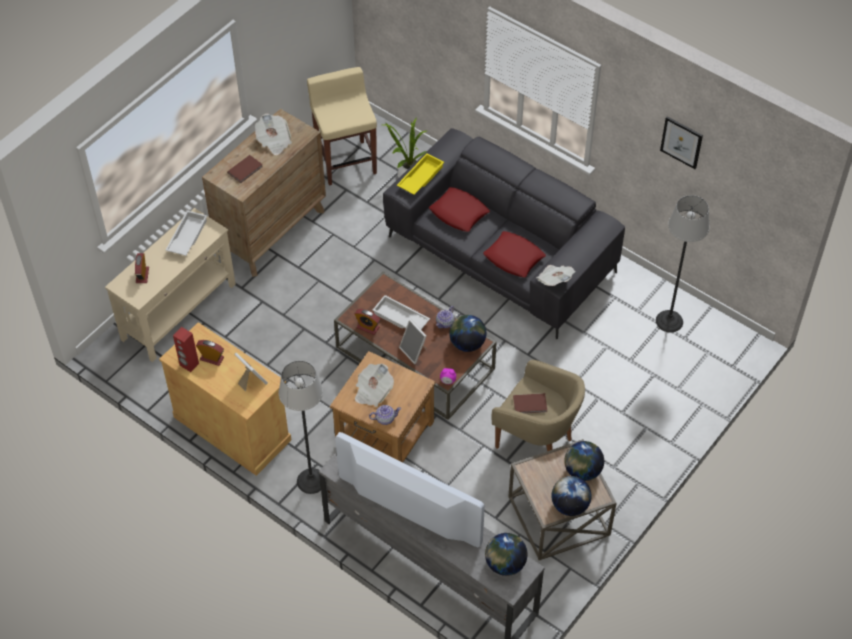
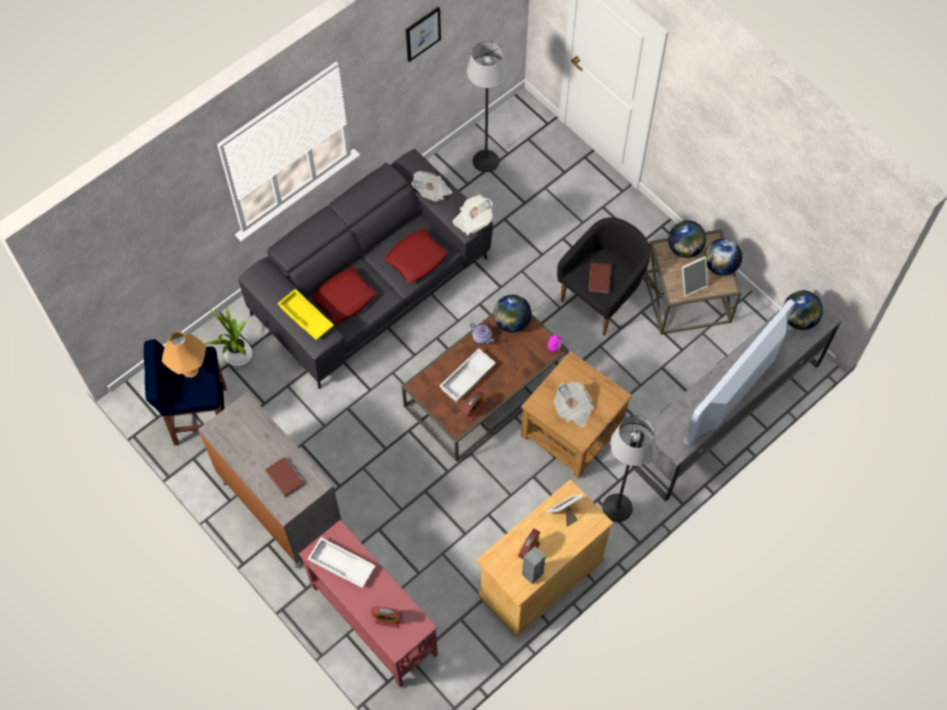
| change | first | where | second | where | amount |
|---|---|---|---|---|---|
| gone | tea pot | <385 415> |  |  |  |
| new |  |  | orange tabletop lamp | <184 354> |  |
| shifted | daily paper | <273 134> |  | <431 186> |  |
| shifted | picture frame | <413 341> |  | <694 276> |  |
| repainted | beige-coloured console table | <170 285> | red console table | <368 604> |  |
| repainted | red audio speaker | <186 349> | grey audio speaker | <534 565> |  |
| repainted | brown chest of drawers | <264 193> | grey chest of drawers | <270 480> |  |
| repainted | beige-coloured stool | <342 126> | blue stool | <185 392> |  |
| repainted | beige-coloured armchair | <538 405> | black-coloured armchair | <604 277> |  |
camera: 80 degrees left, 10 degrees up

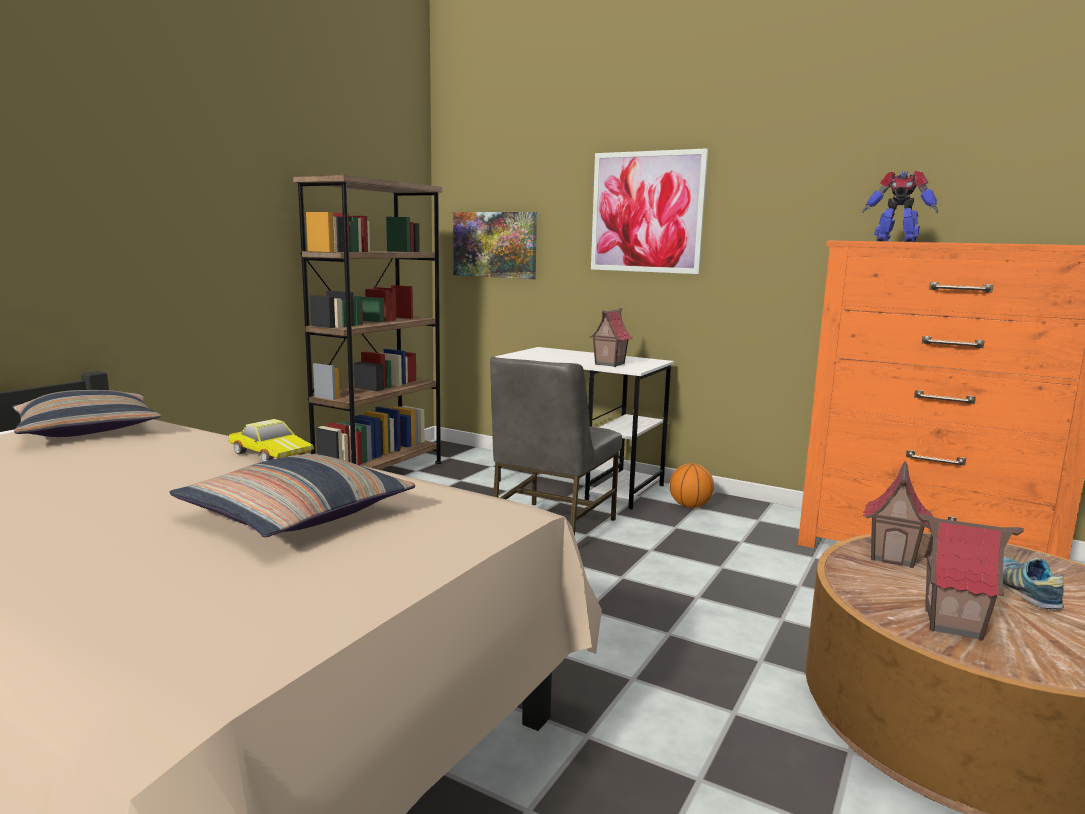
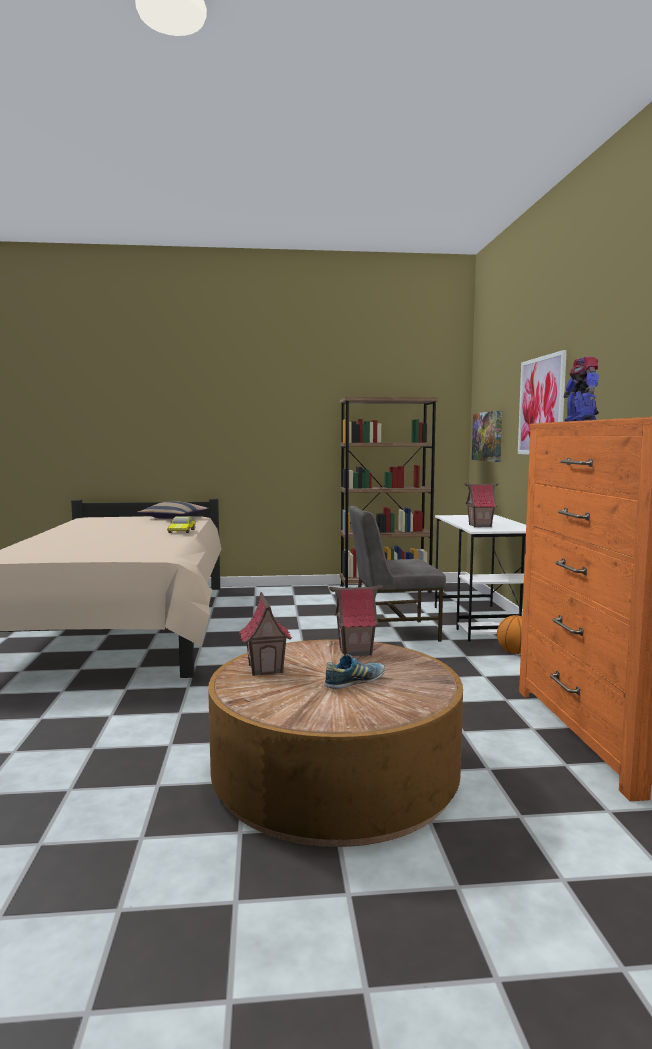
| change | first | where | second | where | amount |
|---|---|---|---|---|---|
| gone | throw pillow | <292 495> |  |  |  |
camera: 55 degrees right, 5 degrees down

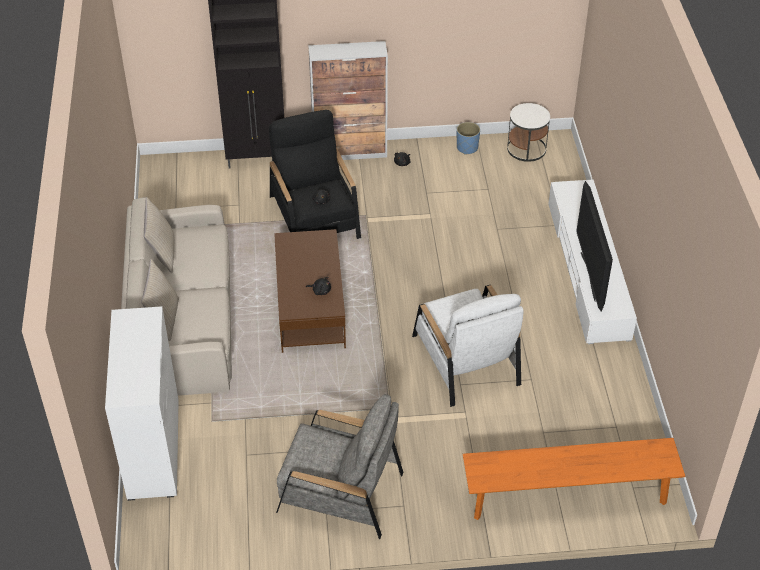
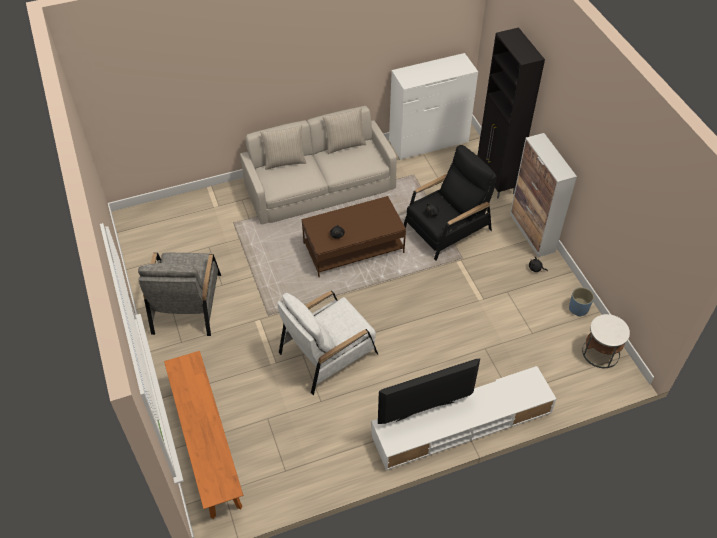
| change | first | where | second | where | amount |
|---|---|---|---|---|---|
| shifted | white chest of drawers | <142 403> |  | <433 106> |  |
camera: 75 degrees right, 5 degrees up

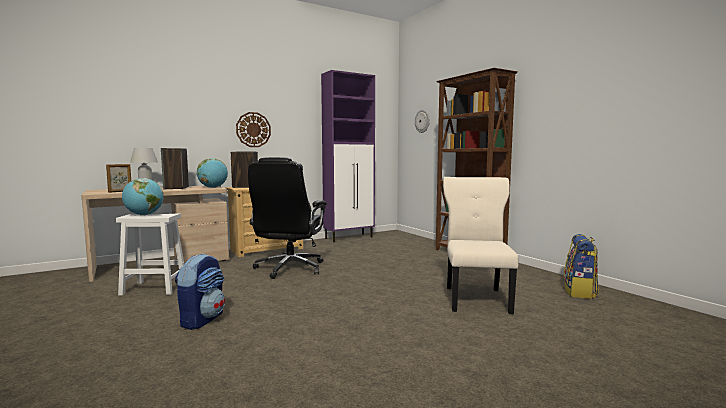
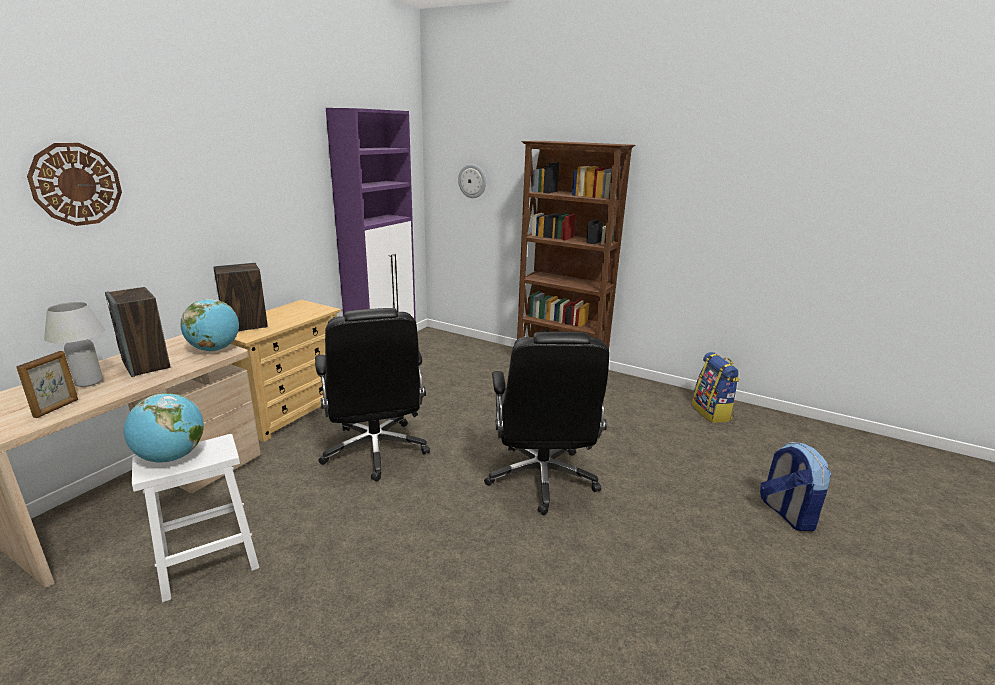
| change | first | where | second | where | amount |
|---|---|---|---|---|---|
| gone | beige-coloured plain chair | <481 246> |  |  |  |
| new |  |  | black-coloured desk chair | <546 423> |  |
| shifted | backpack | <200 291> |  | <795 486> |  |
| shifted | hanging clock | <253 129> |  | <74 184> |  |
camera: 30 degrees left, 15 degrees up

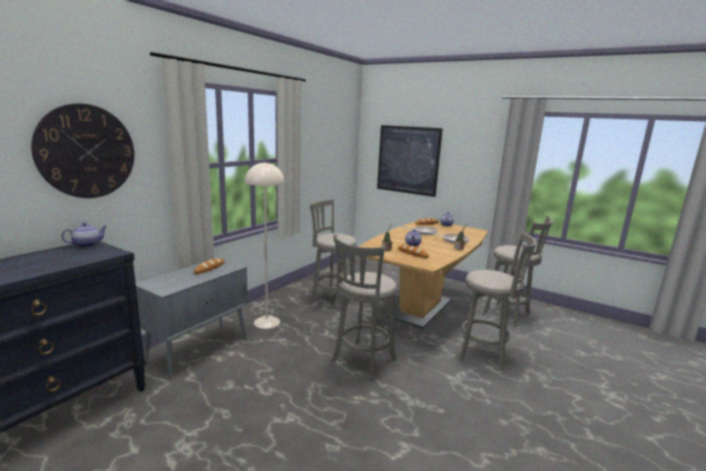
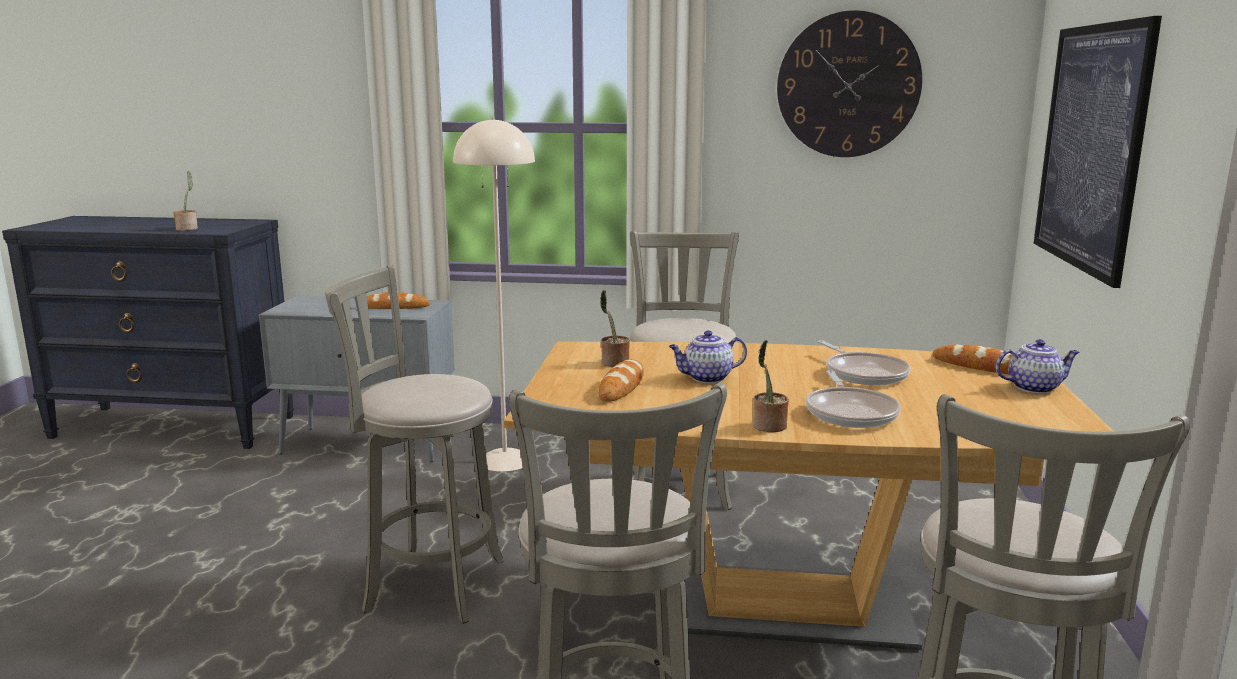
| change | first | where | second | where | amount |
|---|---|---|---|---|---|
| gone | tea pot | <84 235> |  |  |  |
| new |  |  | plant in a pot | <185 201> |  |
| shifted | hanging clock | <82 150> |  | <849 83> |  |
camera: 65 degrees right, 0 degrees up

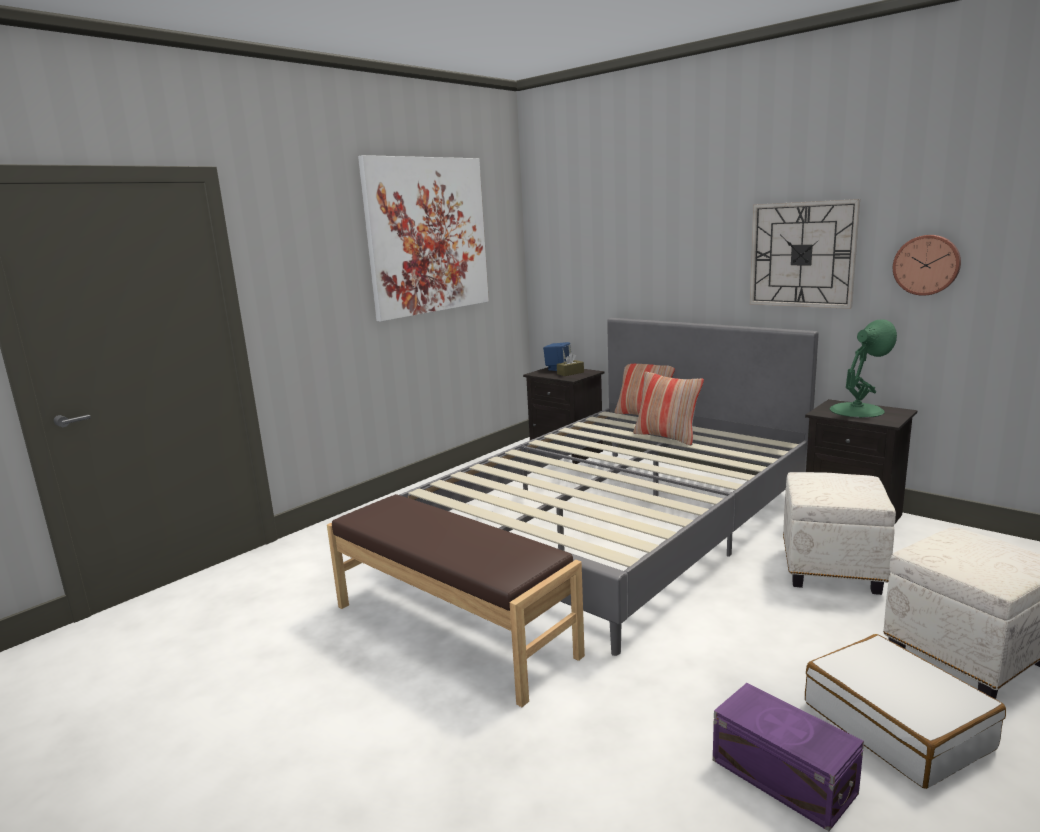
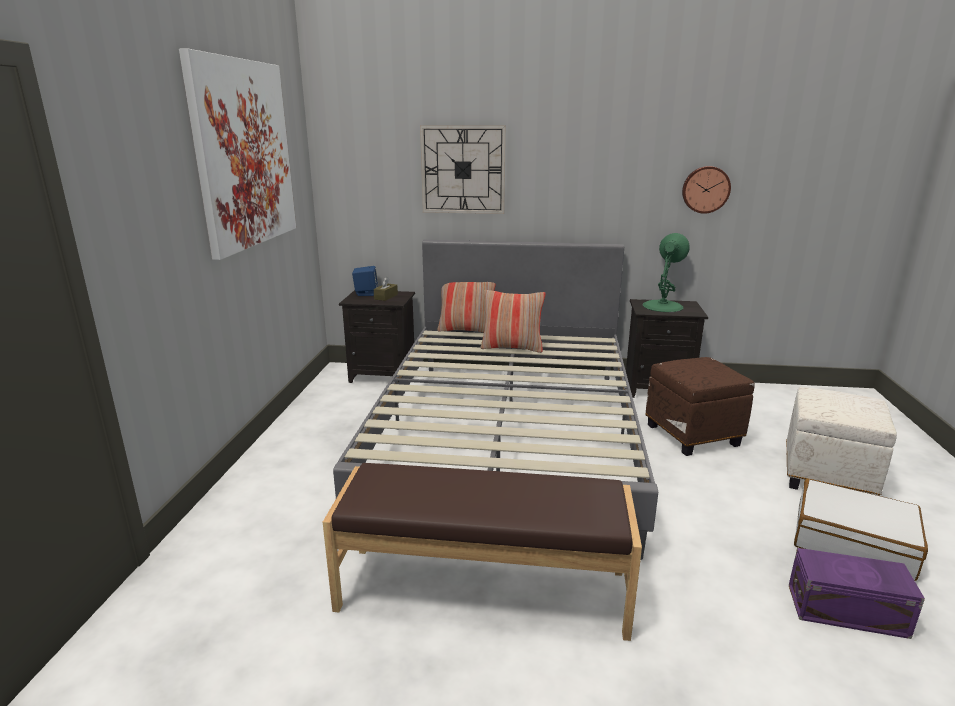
| change | first | where | second | where | amount |
|---|---|---|---|---|---|
| shifted | hanging clock | <805 254> |  | <463 169> |  |
| repainted | white footrest | <839 533> | brown footrest | <700 406> |  |
camera: 35 degrees left, 5 degrees up

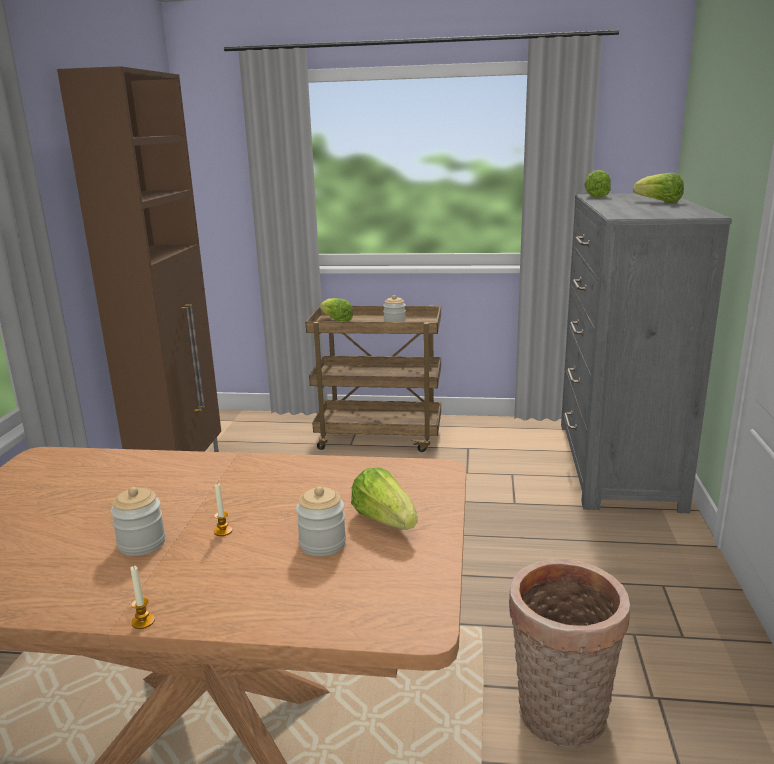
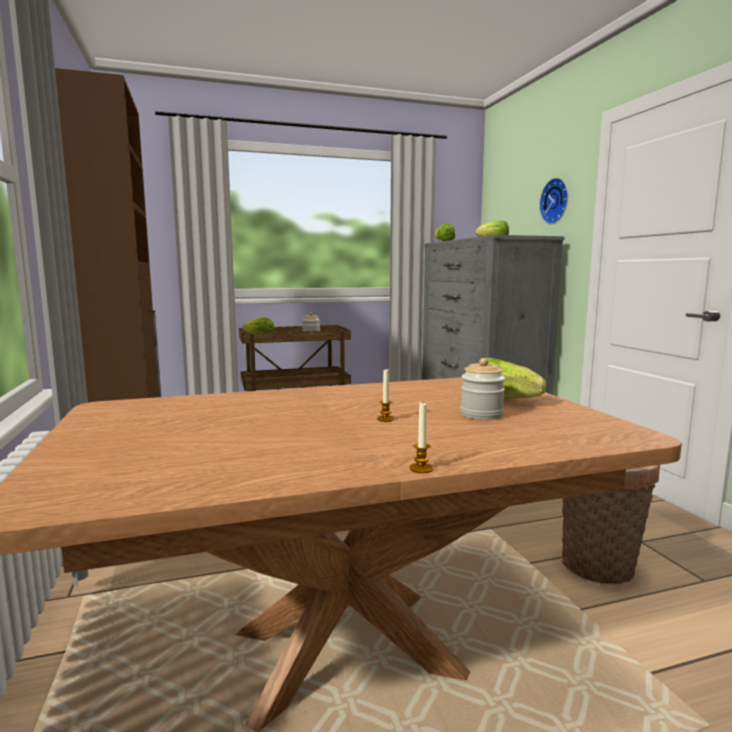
| change | first | where | second | where | amount |
|---|---|---|---|---|---|
| gone | jar | <138 521> |  |  |  |
| new |  |  | hanging clock | <553 201> |  |
camera: 25 degrees left, 10 degrees down

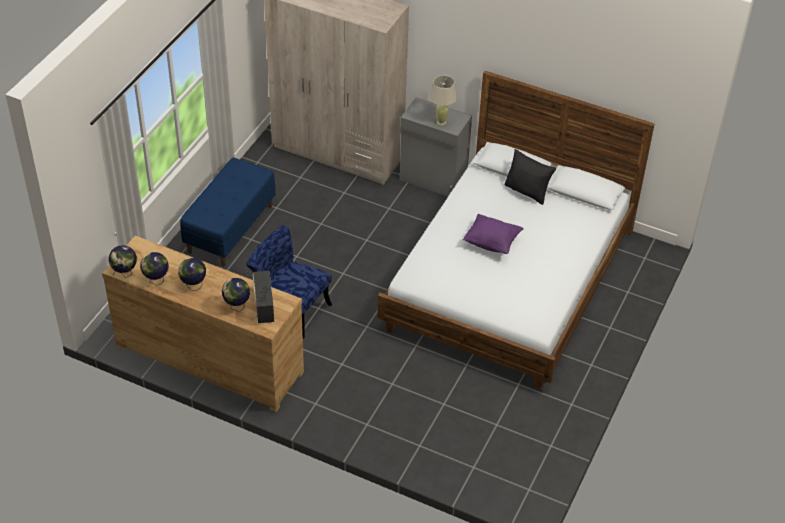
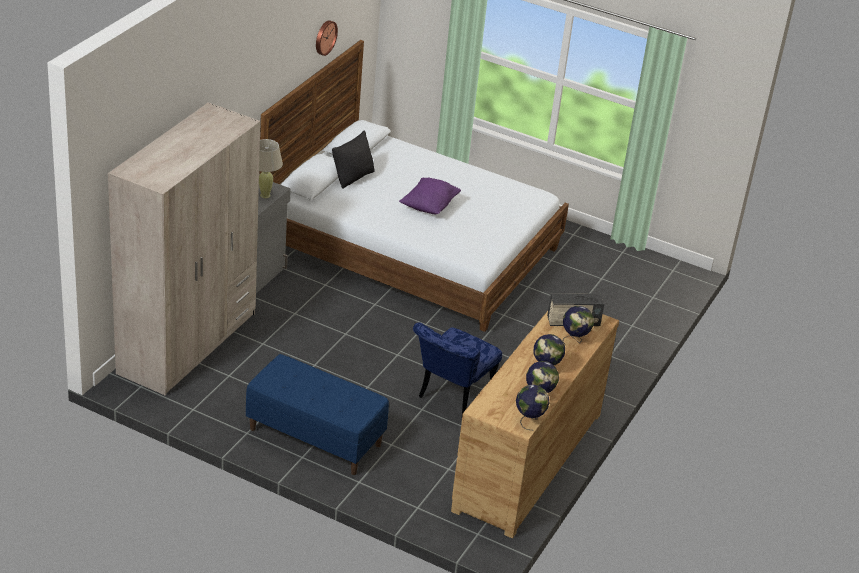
| change | first | where | second | where | amount |
|---|---|---|---|---|---|
| new |  |  | hanging clock | <327 38> |  |
camera: 90 degrees left, 10 degrees down

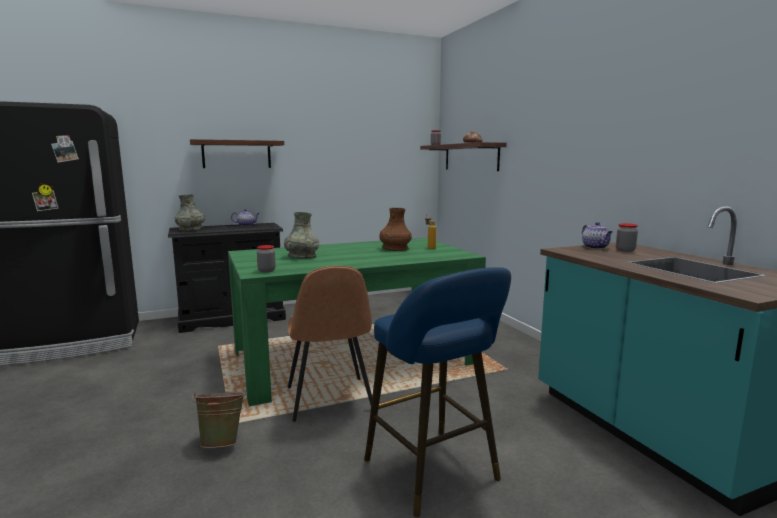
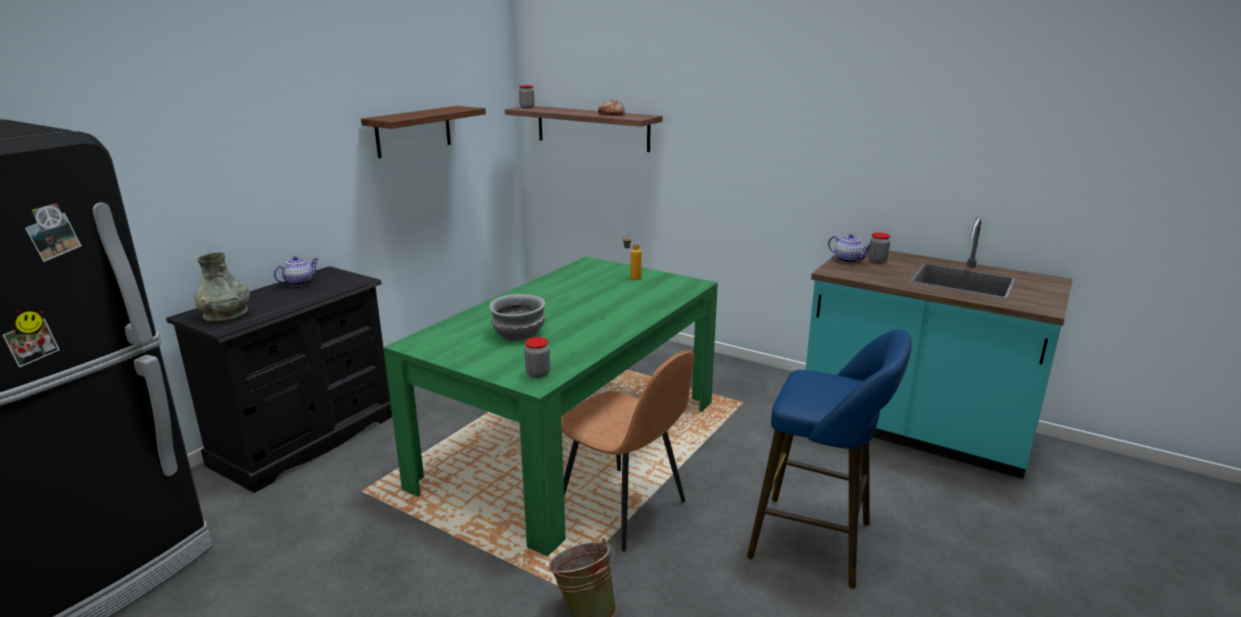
| change | first | where | second | where | amount |
|---|---|---|---|---|---|
| gone | brown decorative vase | <395 229> |  |  |  |
| shifted | bracket shelf | <237 153> |  | <423 132> |  |
| swapped | grey decorative vase | <301 235> | grey serving bowl | <517 317> |  |
camera: 35 degrees left, 10 degrees up

